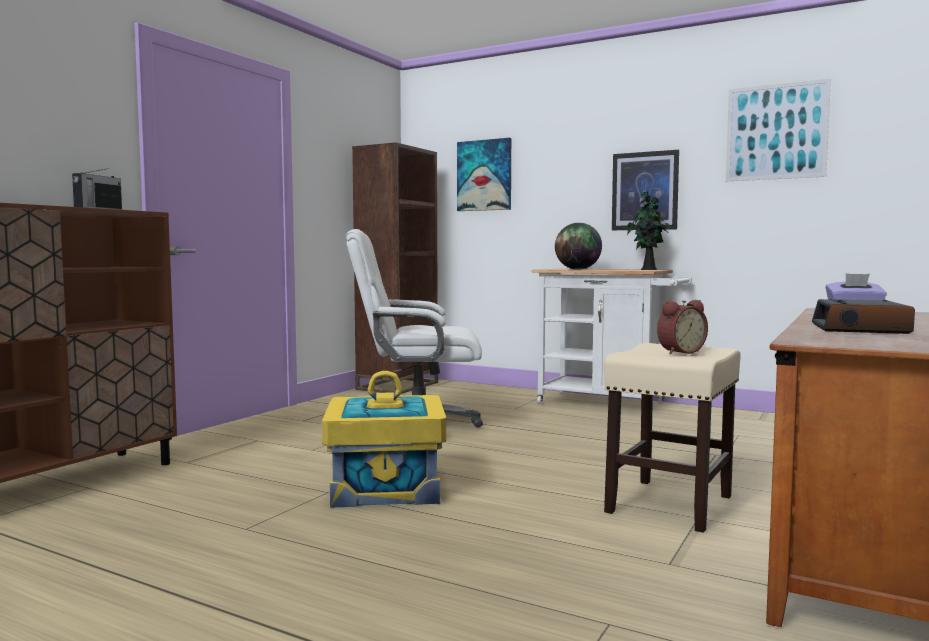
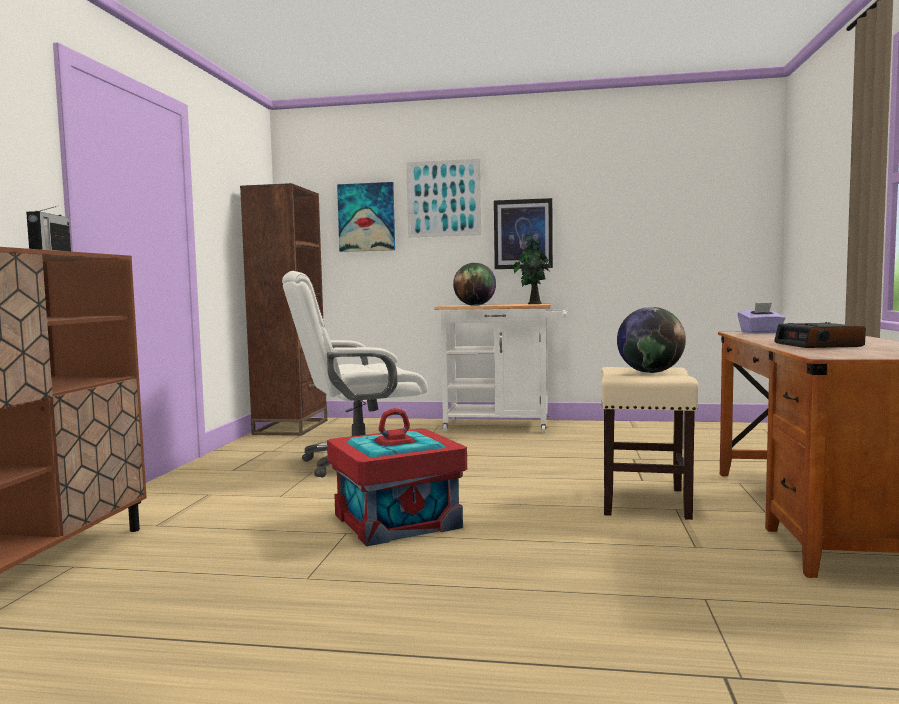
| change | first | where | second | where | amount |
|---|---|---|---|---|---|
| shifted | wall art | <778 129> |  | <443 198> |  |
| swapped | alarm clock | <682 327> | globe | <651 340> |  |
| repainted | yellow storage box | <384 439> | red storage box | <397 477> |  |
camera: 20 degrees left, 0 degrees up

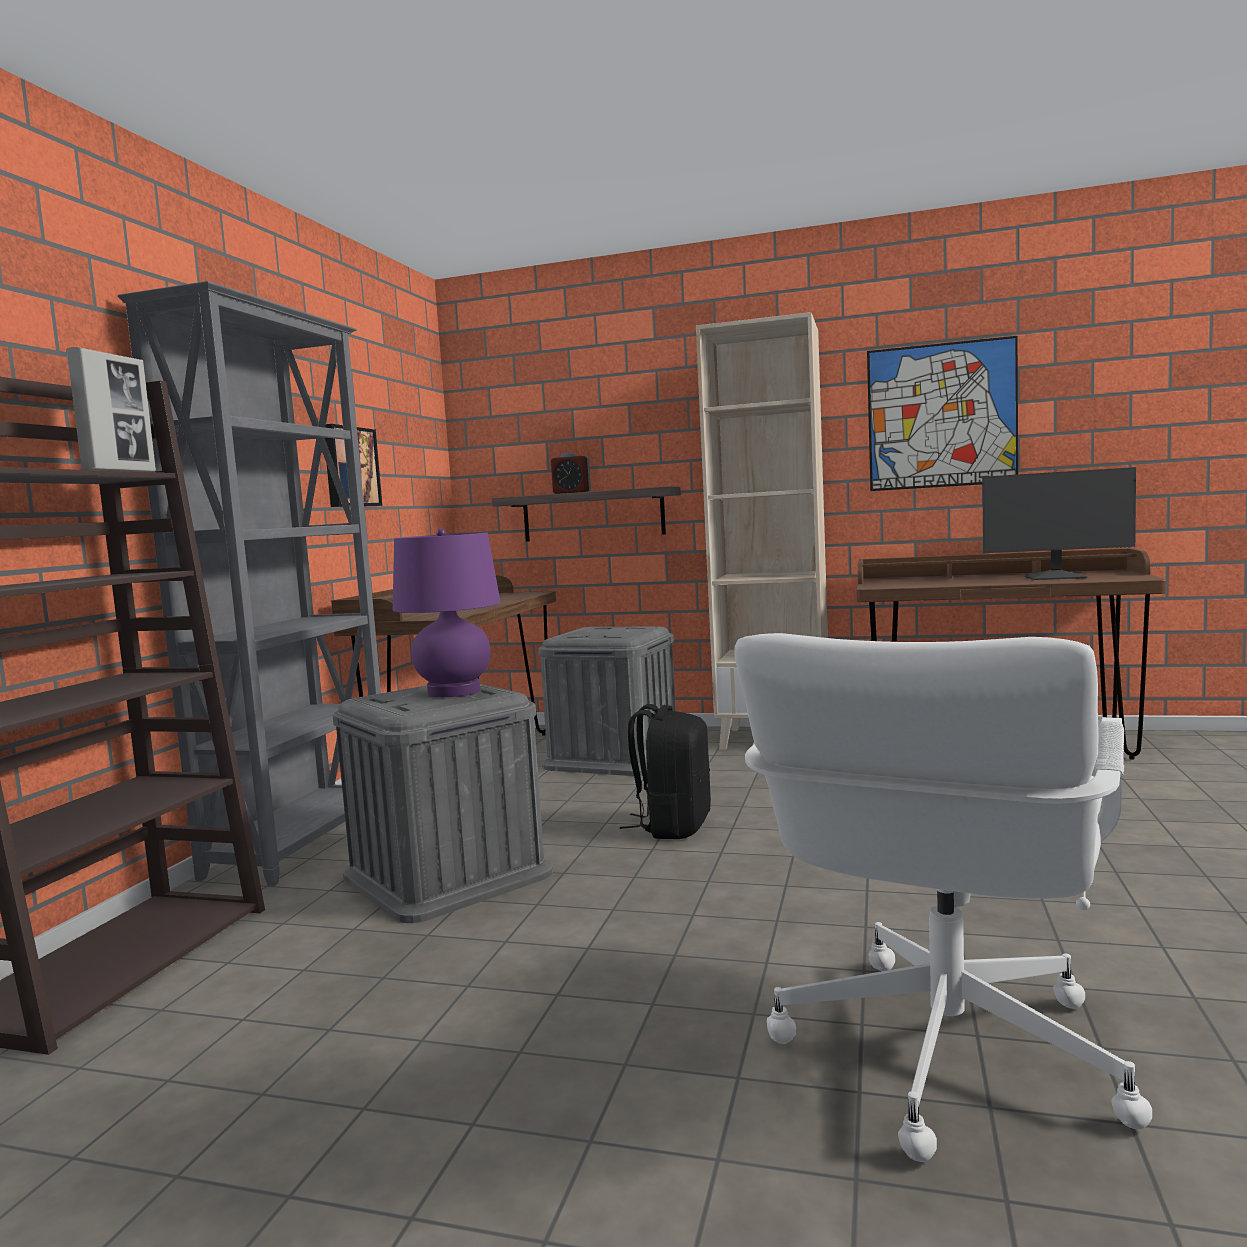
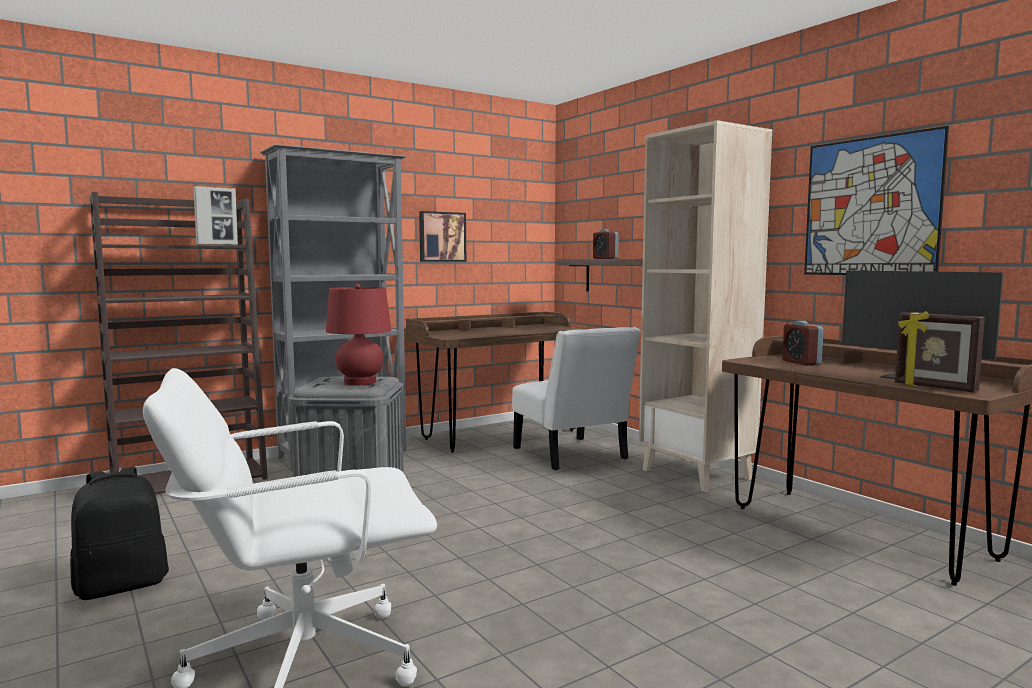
| change | first | where | second | where | amount |
|---|---|---|---|---|---|
| new |  |  | alarm clock | <802 343> |  |
| new |  |  | picture frame | <940 352> |  |
| shifted | black-coloured backpack | <665 771> |  | <119 533> |  |
| swapped | grey storage box | <607 701> | white plain chair | <576 398> |  |
| repainted | purplish tabletop lamp | <447 613> | red tabletop lamp | <358 334> |  |
camera: 40 degrees right, 0 degrees up

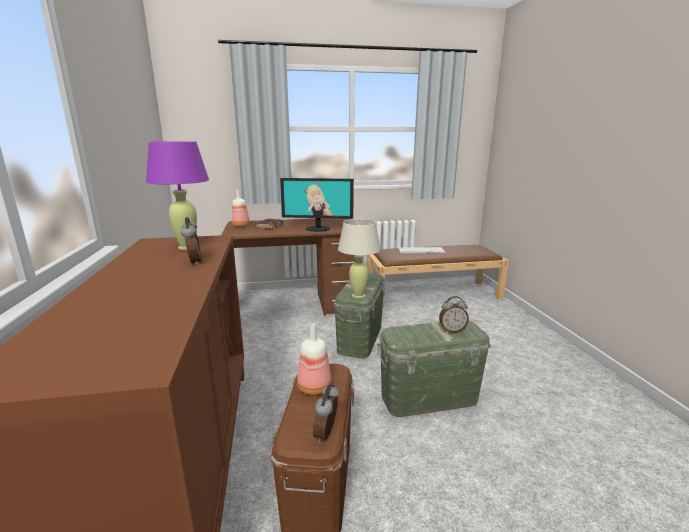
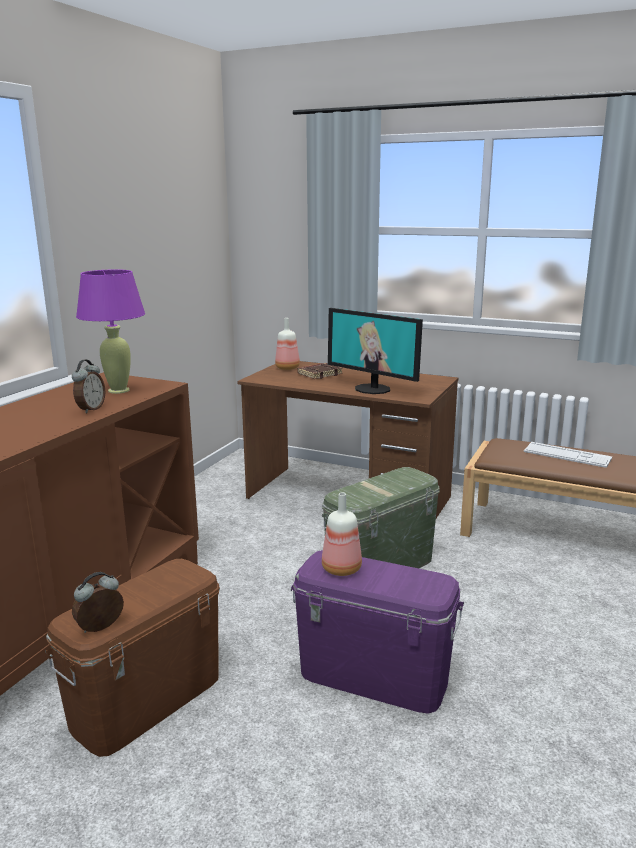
| change | first | where | second | where | amount |
|---|---|---|---|---|---|
| gone | beige-coloured tabletop lamp | <359 258> |  |  |  |
| gone | alarm clock | <454 314> |  |  |  |
| shifted | bottle | <314 359> |  | <342 534> |  |
| repainted | greenish storage box | <434 368> | purplish storage box | <377 632> |  |
camera: 35 degrees right, 0 degrees up

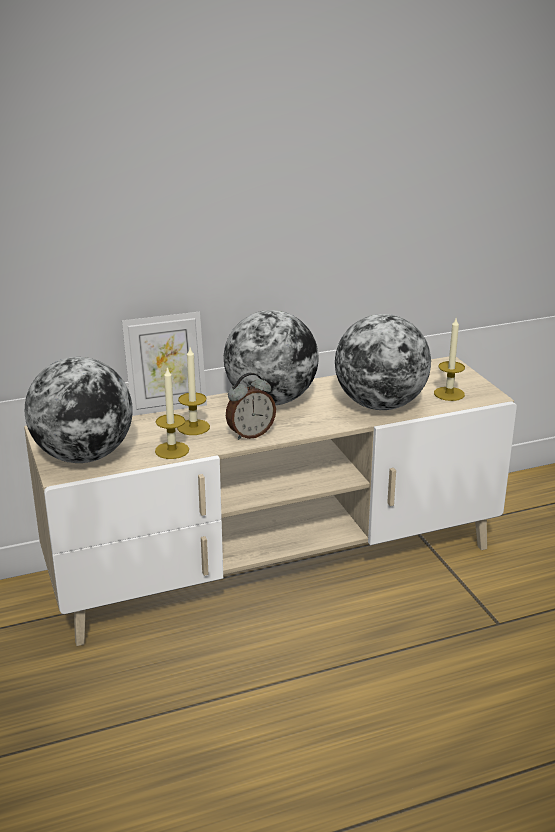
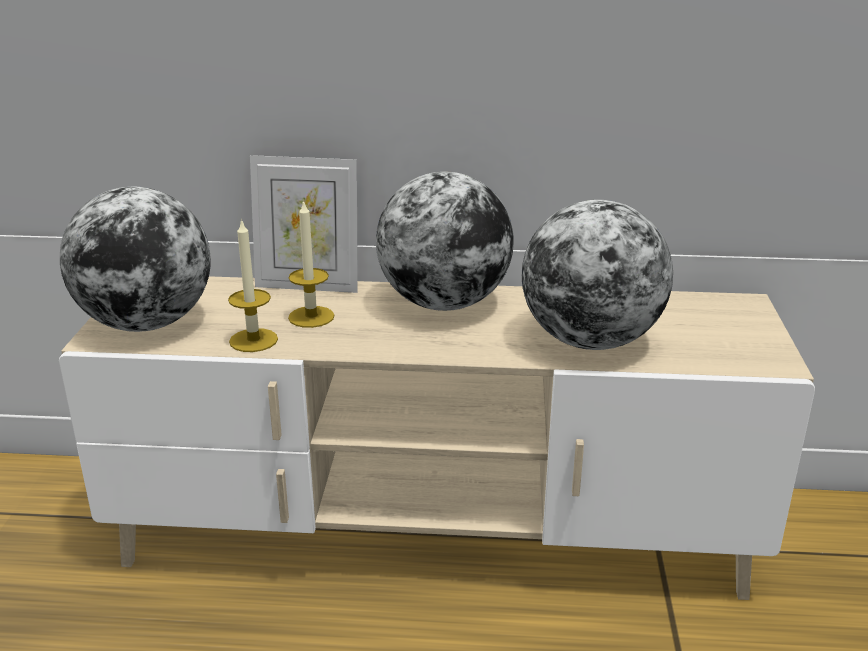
| change | first | where | second | where | amount |
|---|---|---|---|---|---|
| gone | alarm clock | <251 406> |  |  |  |
| gone | wax candle | <449 359> |  |  |  |
camera: 25 degrees right, 0 degrees up

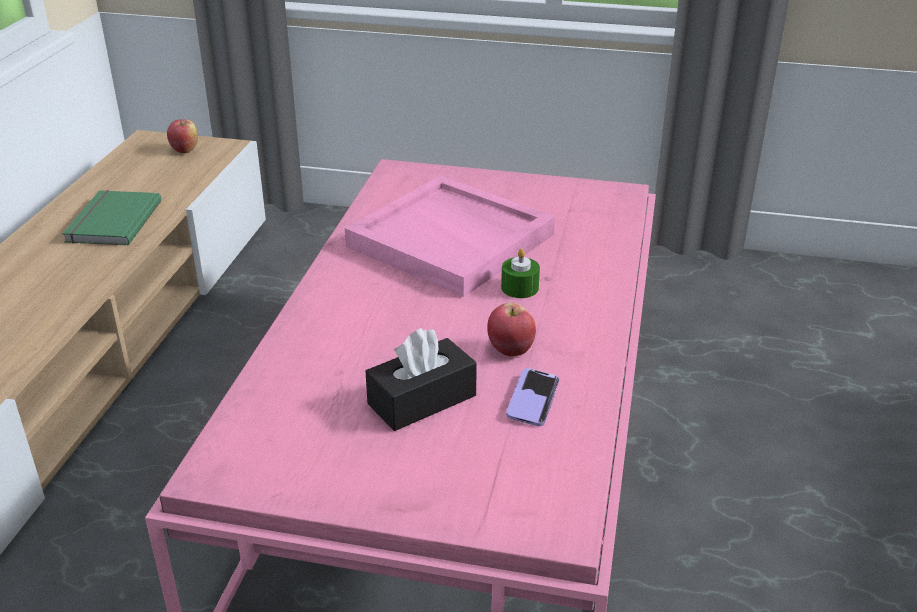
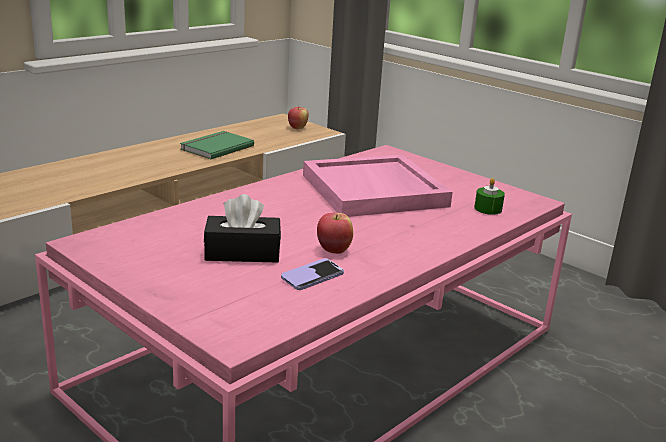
| change | first | where | second | where | amount |
|---|---|---|---|---|---|
| shifted | greenish wax candle | <520 273> |  | <489 196> |  |
camera: 30 degrees right, 10 degrees down

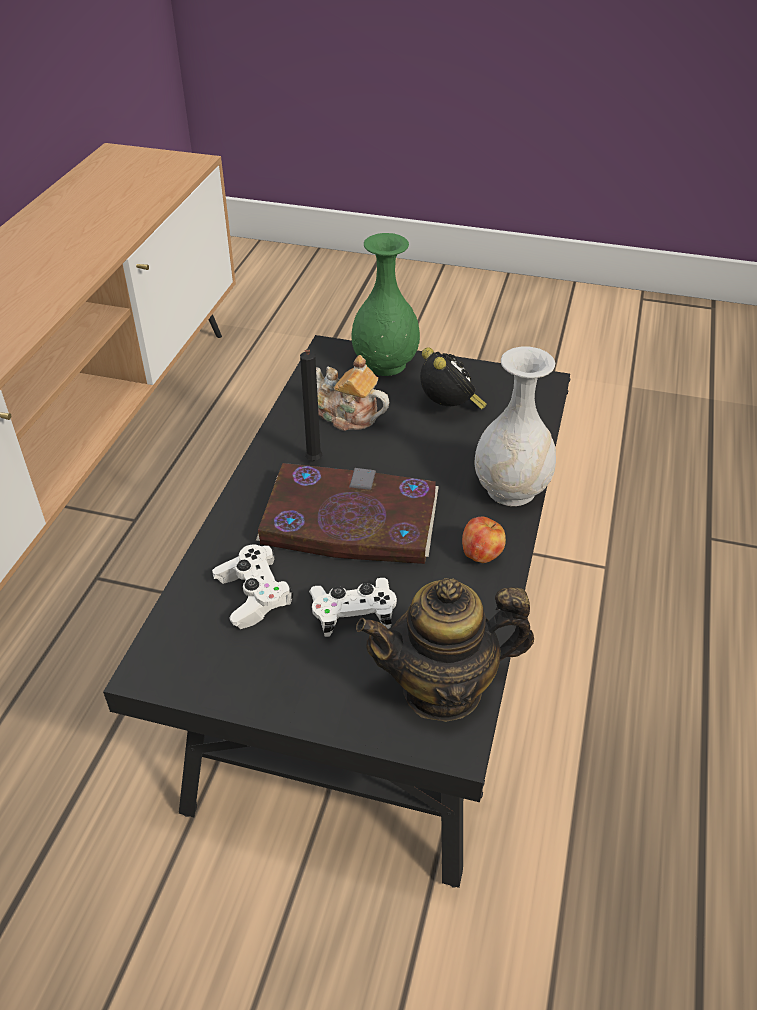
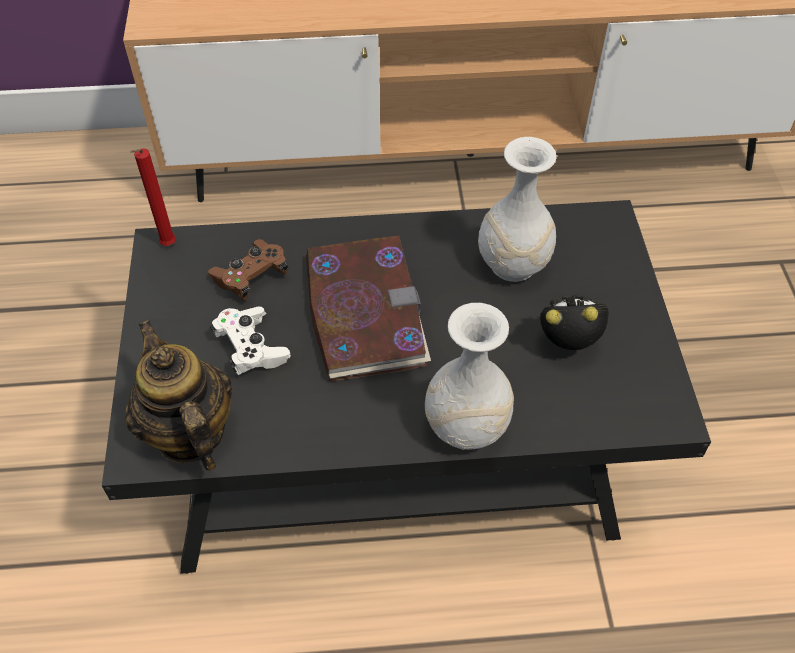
| change | first | where | second | where | amount |
|---|---|---|---|---|---|
| gone | black-coloured wax candle | <311 405> |  |  |  |
| gone | greenish decorative vase | <385 304> |  |  |  |
| gone | whole apple | <484 540> |  |  |  |
| new |  |  | red wax candle | <153 197> |  |
| swapped | tea pot | <352 393> | white decorative vase | <517 209> |  |
| repainted | white gamepad | <252 586> | brown gamepad | <248 270> |  |
| rotated | alarm clock | <453 378> |  | <574 322> | 135 degrees counterclockwise |
camera: 70 degrees right, 10 degrees up

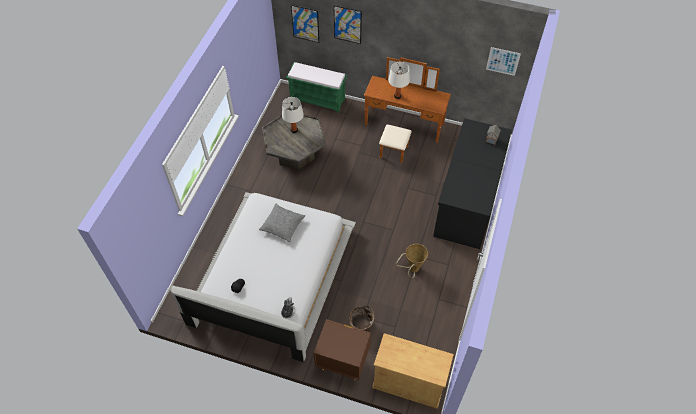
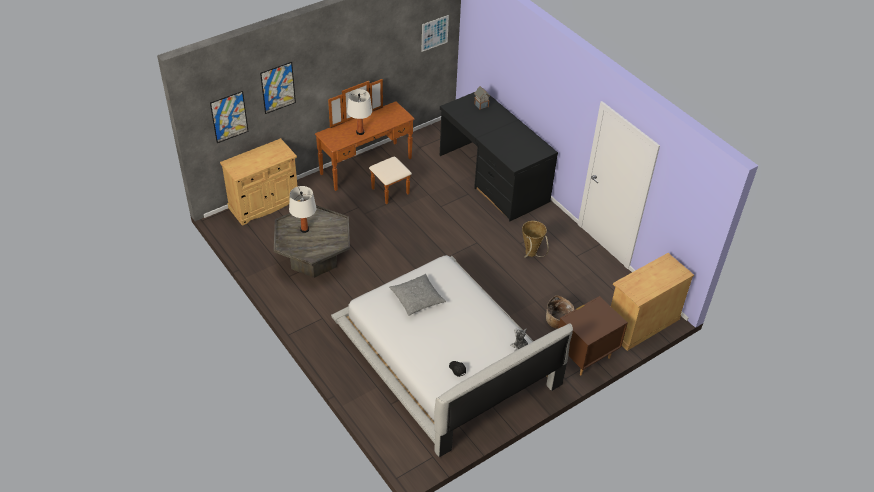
| change | first | where | second | where | amount |
|---|---|---|---|---|---|
| swapped | greenish bench | <316 87> | beige-coloured cupboard | <260 182> |  |
camera: 55 degrees left, 10 degrees down

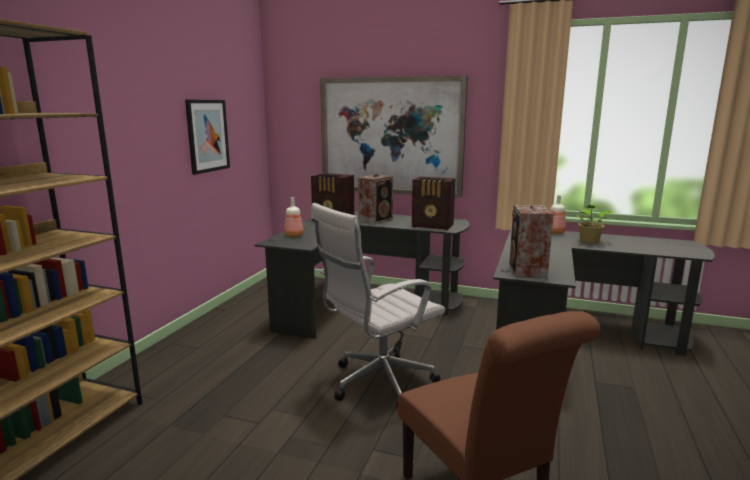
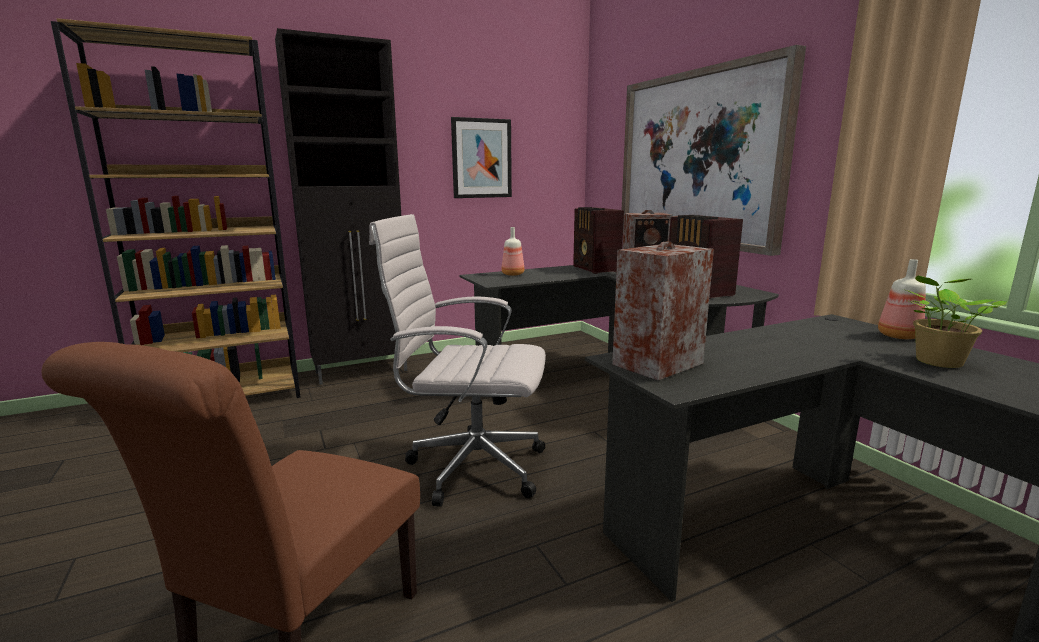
| change | first | where | second | where | amount |
|---|---|---|---|---|---|
| new |  |  | black-coloured cupboard | <341 206> |  |
camera: 45 degrees right, 0 degrees up

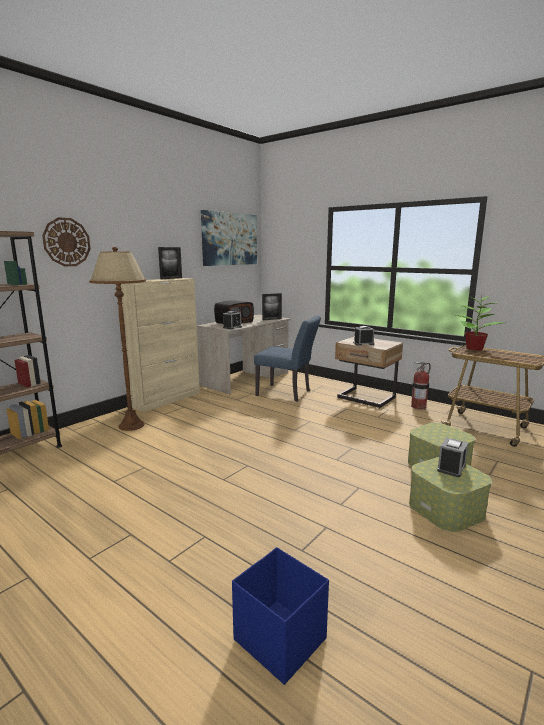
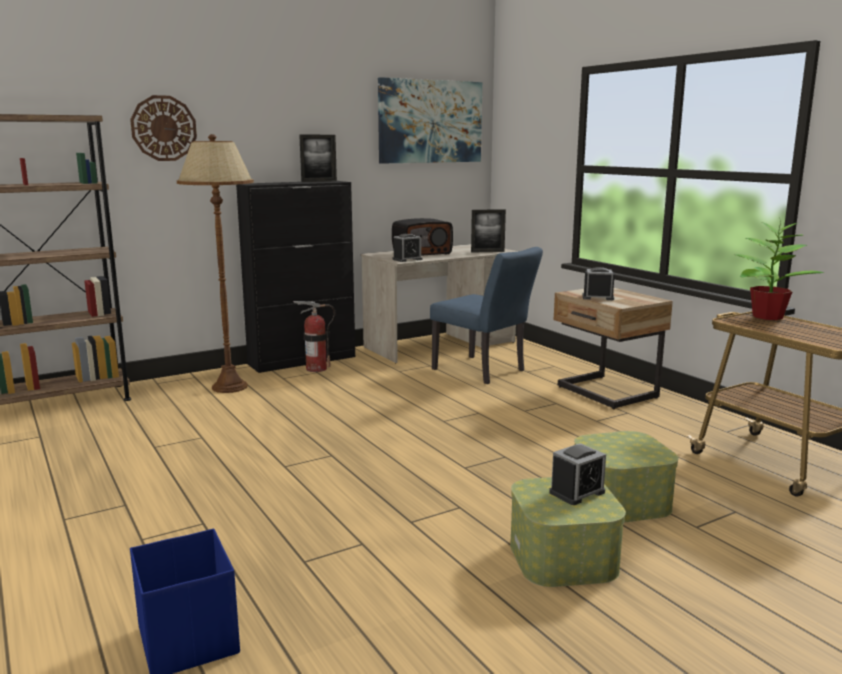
| change | first | where | second | where | amount |
|---|---|---|---|---|---|
| shifted | fire extinguisher | <421 386> |  | <314 336> |  |
| repainted | beige-coloured cupboard | <160 345> | black-coloured cupboard | <295 277> |  |
camera: 20 degrees right, 0 degrees up

